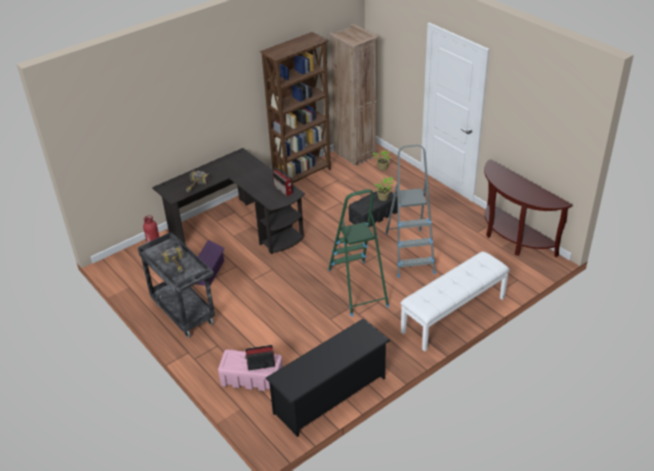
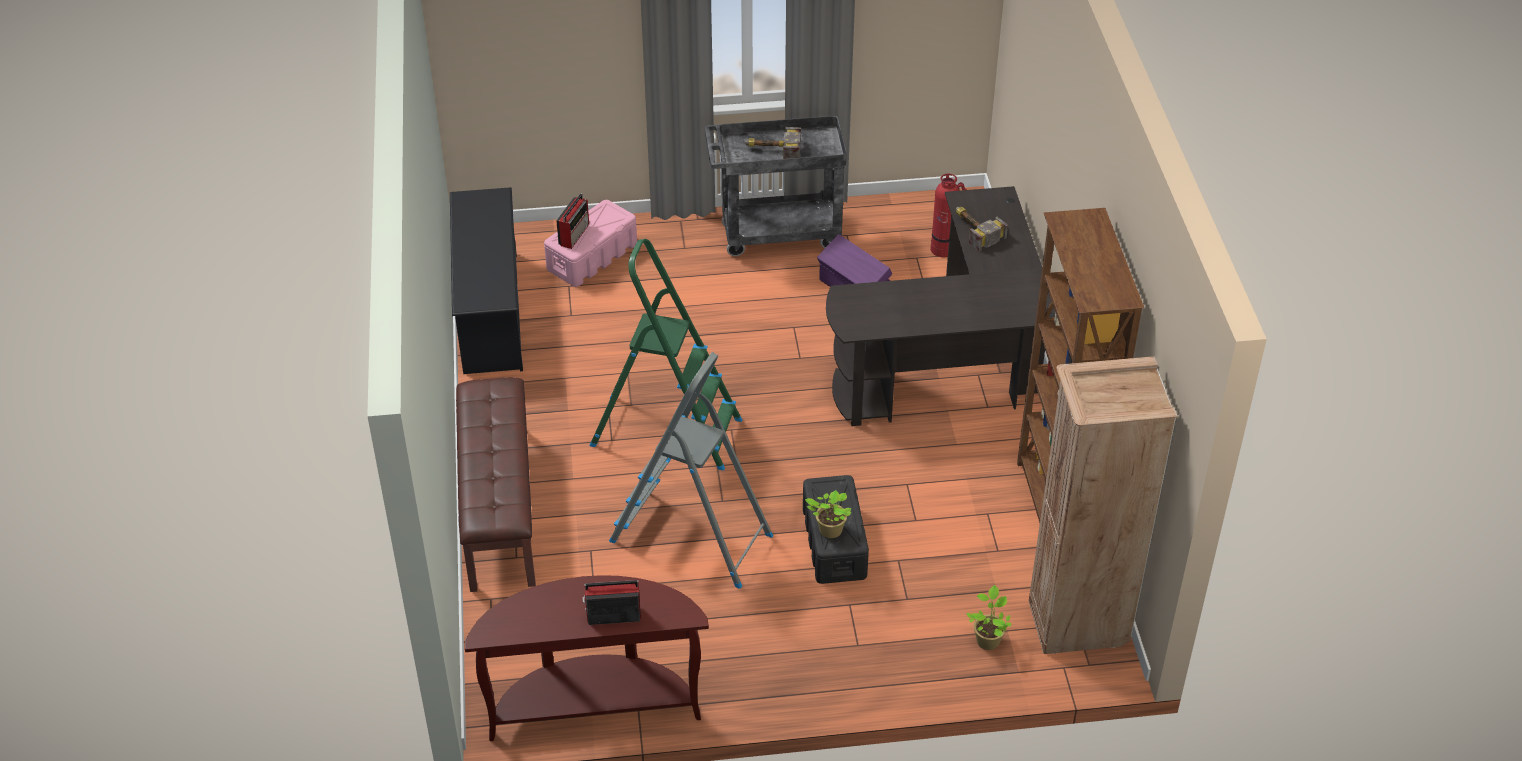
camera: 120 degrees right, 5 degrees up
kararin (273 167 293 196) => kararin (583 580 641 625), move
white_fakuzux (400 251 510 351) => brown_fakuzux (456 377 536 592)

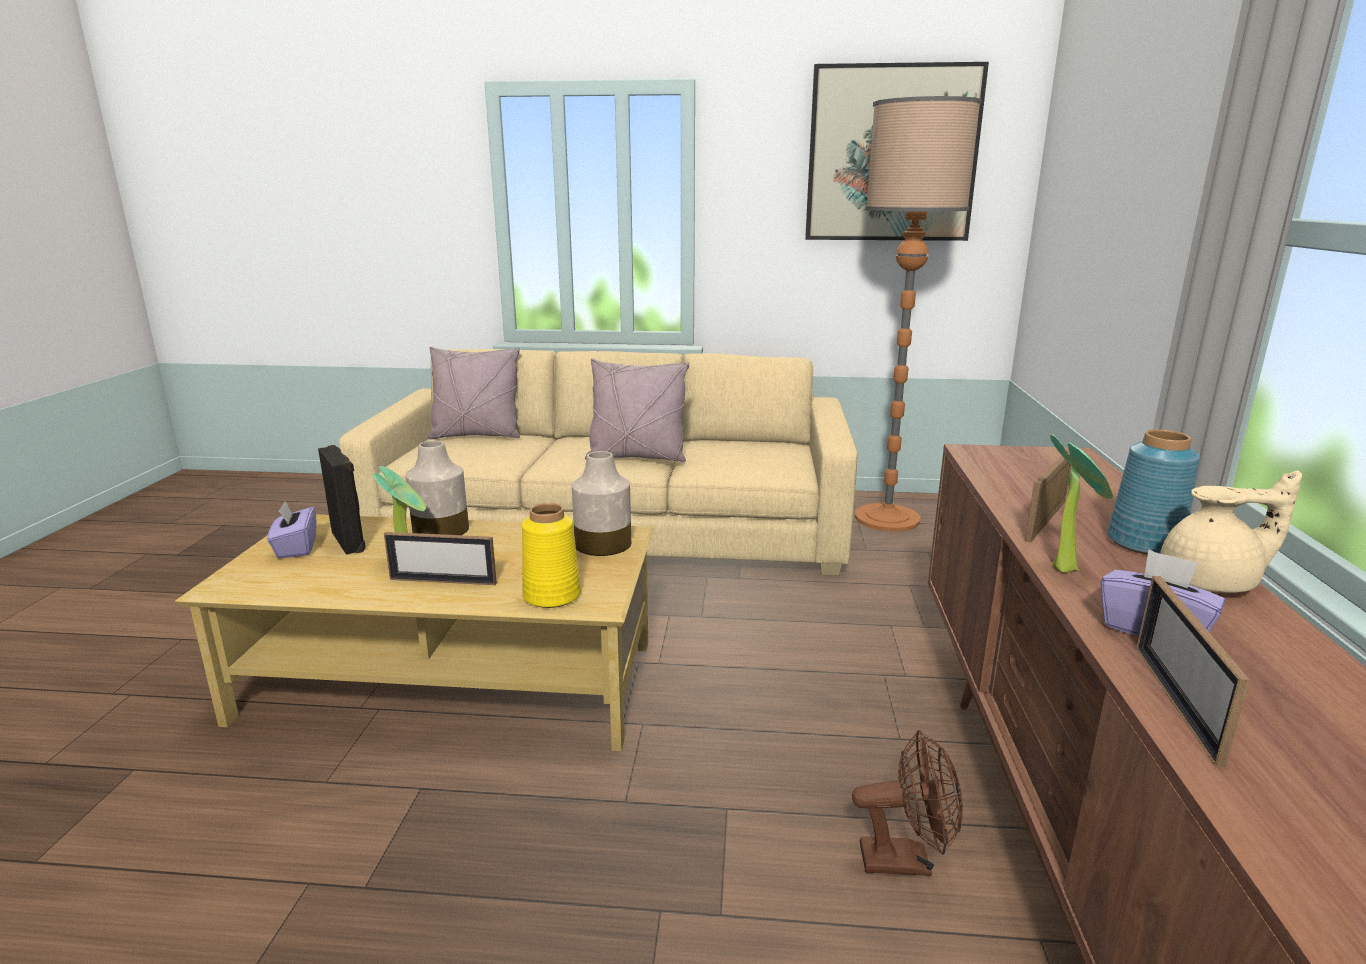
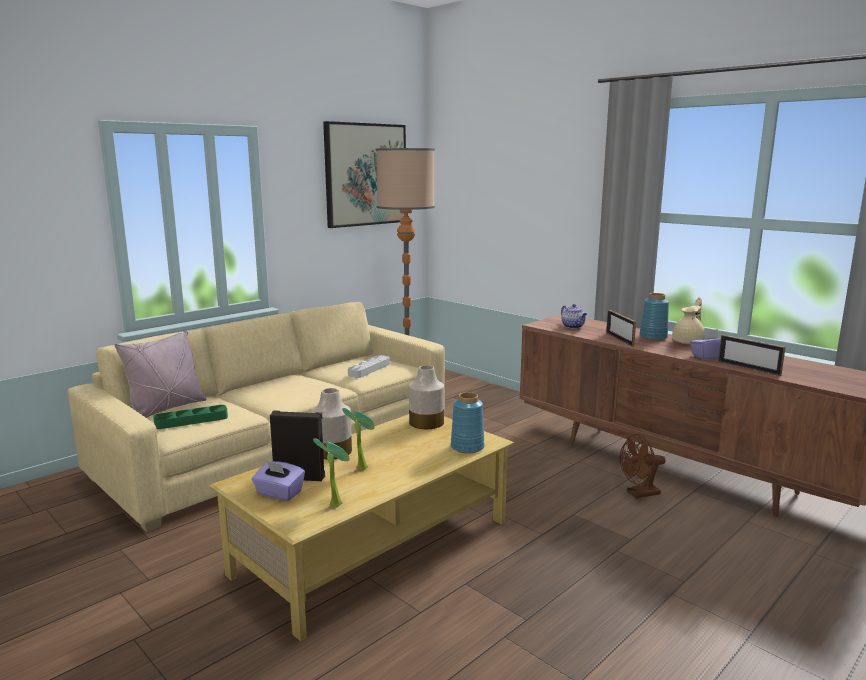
camera: 50 degrees left, 5 degrees down
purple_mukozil (585 358 689 462) => nothing
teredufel (1050 435 1113 573) => teredufel (313 438 350 507), move
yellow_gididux (522 503 581 608) => blue_gididux (451 392 484 453)
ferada (384 532 497 585) => nothing
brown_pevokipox (852 730 963 876) => brown_pevokipox (620 434 666 498), 150 degrees counterclockwise
nothing => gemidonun (561 304 587 329)
nothing => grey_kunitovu (348 355 390 378)
nothing => green_kunitovu (153 405 228 429)

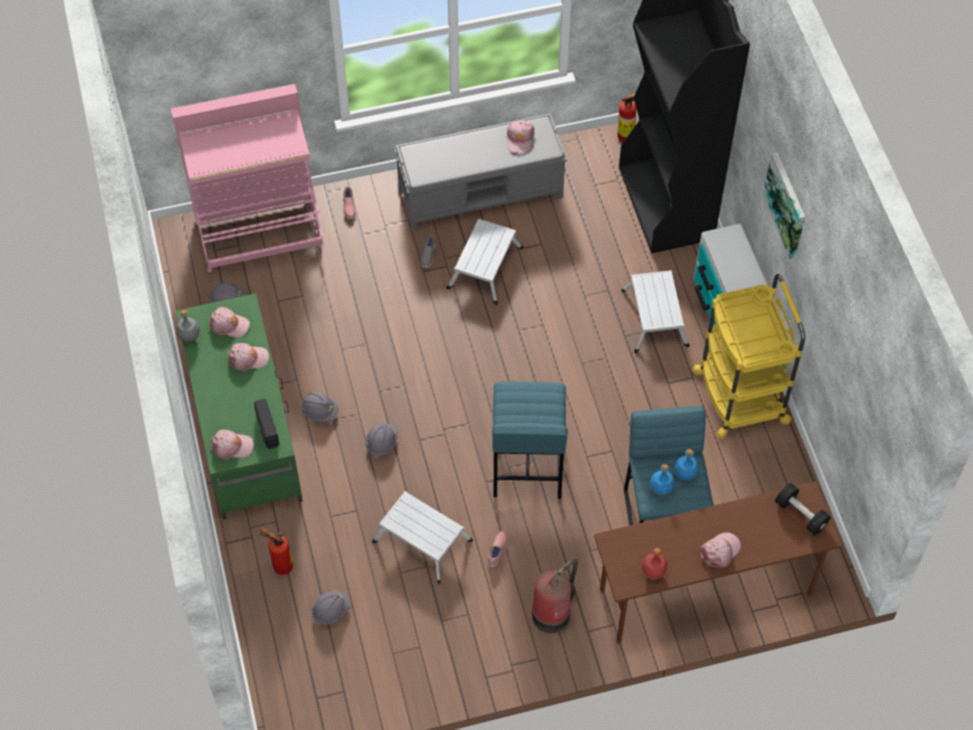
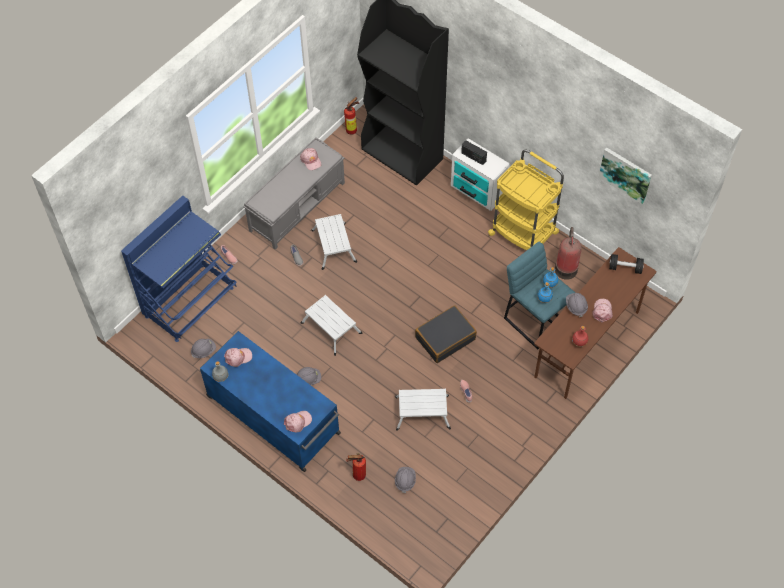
camera: 35 degrees left, 0 degrees up
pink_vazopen (171 84 324 272) => blue_vazopen (121 196 236 342)
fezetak (763 152 805 259) => fezetak (599 148 652 204), move
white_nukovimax (621 270 690 353) => white_nukovimax (300 295 362 356), move
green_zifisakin (176 293 302 520) => blue_zifisakin (200 331 341 472)
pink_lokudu (228 343 269 372) => nothing
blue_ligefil (492 382 568 499) => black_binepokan (415 305 477 363)
kararin (254 399 279 449) => kararin (461 141 487 165), move
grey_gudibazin (366 423 398 459) => grey_gudibazin (566 293 588 317), move
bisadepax (532 559 578 633) => bisadepax (555 227 582 280), move

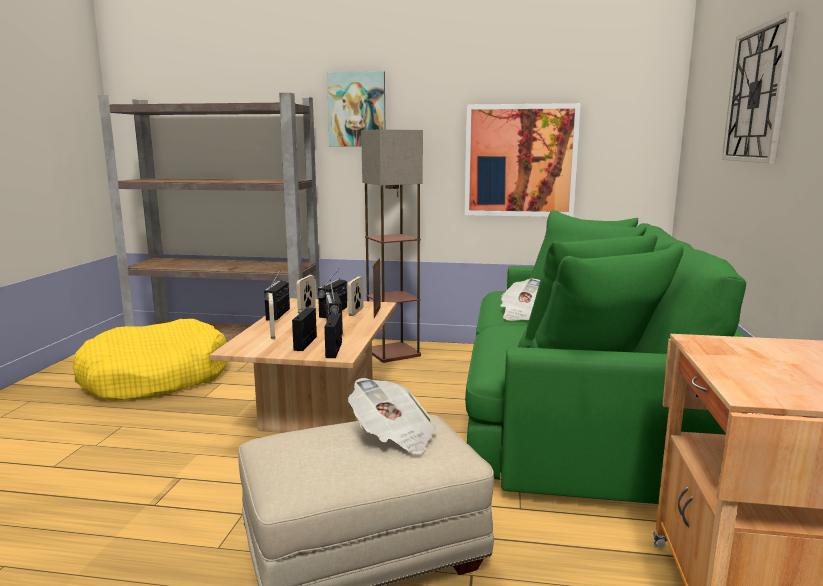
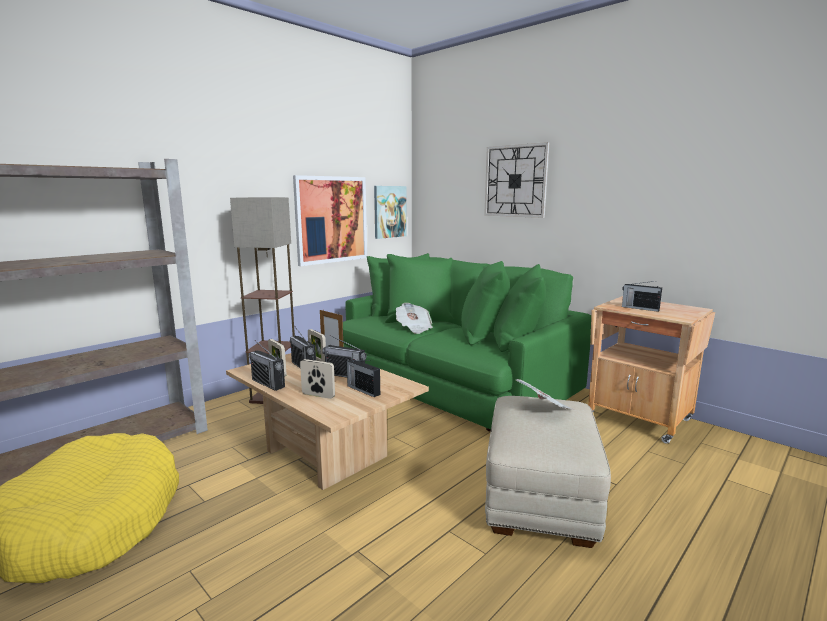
camera: 55 degrees left, 0 degrees up
fezetak (327 71 385 146) => fezetak (374 186 407 239), move
kararin (324 313 342 358) => kararin (622 281 662 312), move

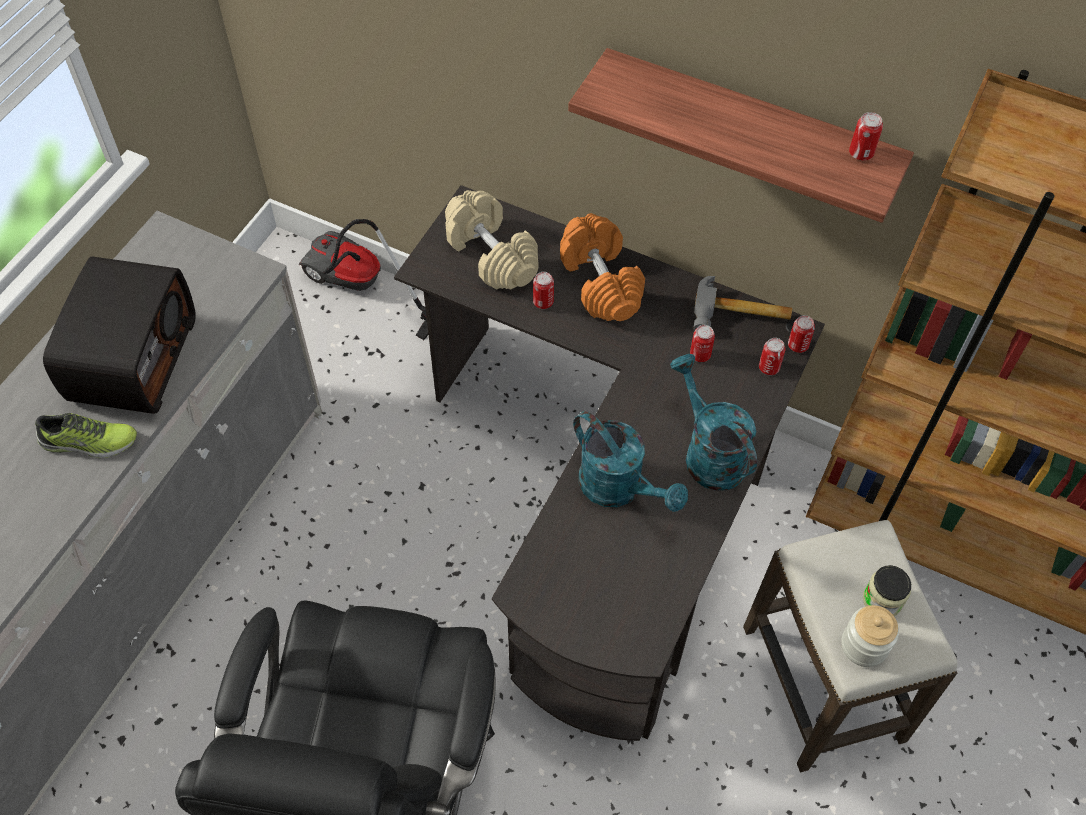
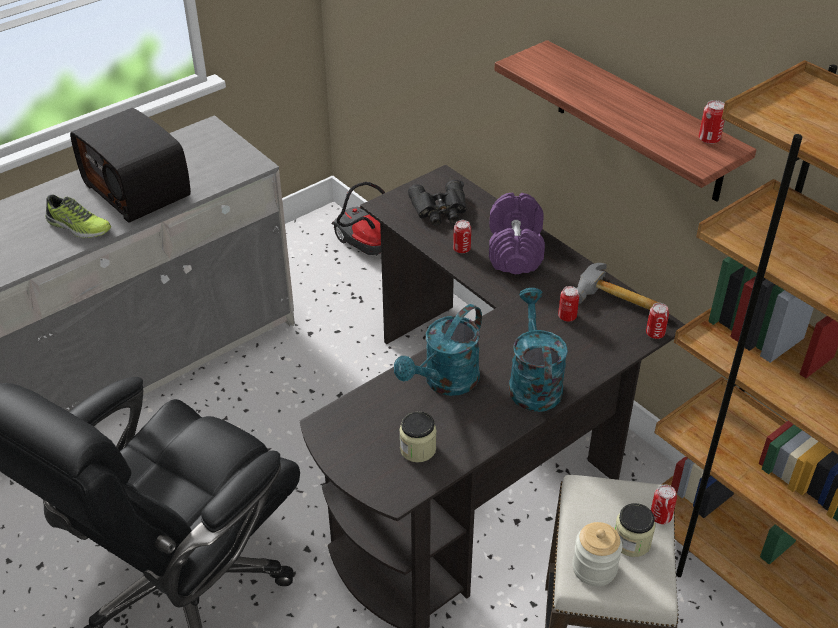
camera: 25 degrees right, 15 degrees down
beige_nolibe (445 190 539 290) => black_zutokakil (408 180 467 226)
orange_nolibe (560 213 645 321) => purple_nolibe (489 193 545 274)
kararin (43 257 196 414) => kararin (70 108 191 222), 105 degrees clockwise
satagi (759 338 785 375) => satagi (651 484 677 524), move
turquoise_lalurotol (573 411 688 512) => turquoise_lalurotol (394 304 482 396), 60 degrees clockwise
nothing => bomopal (399 411 436 462)

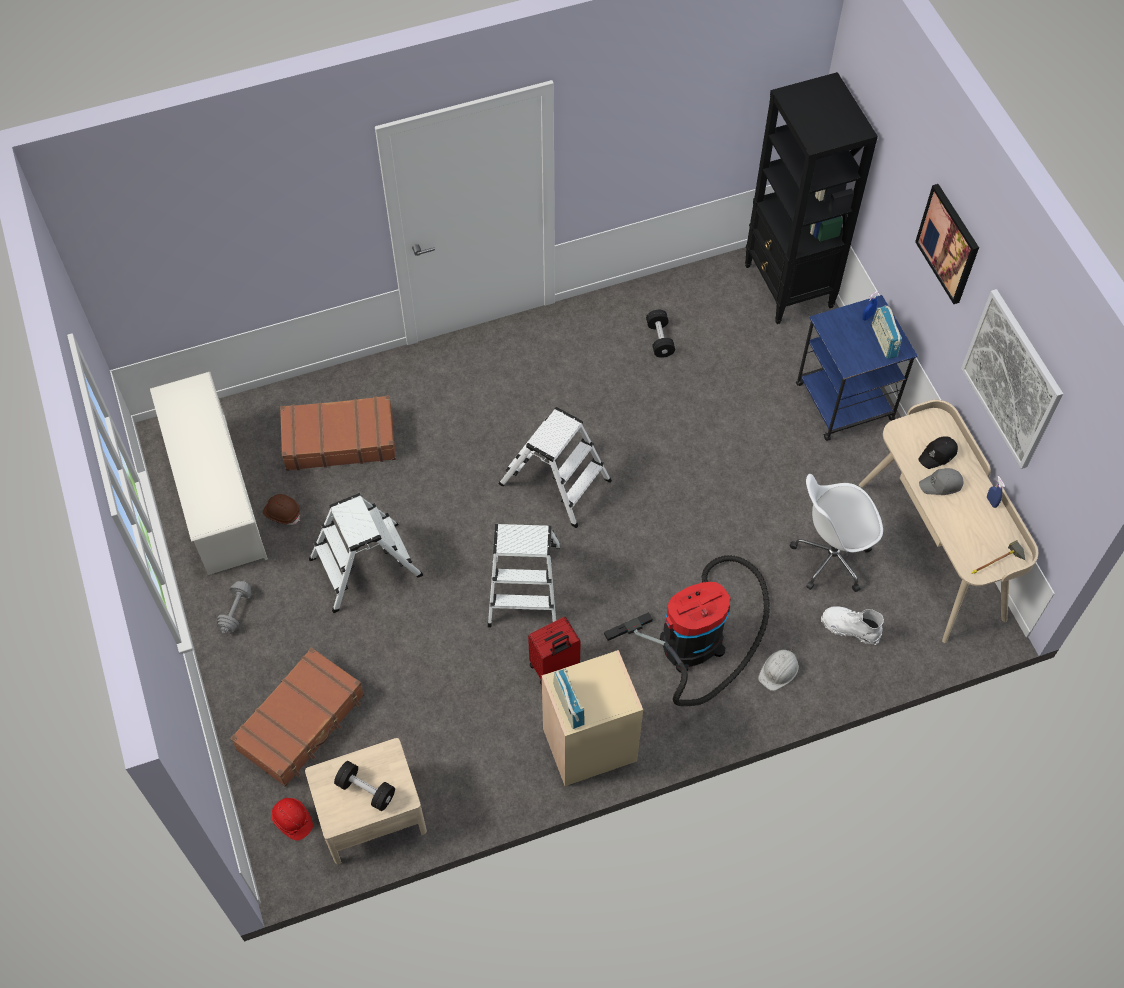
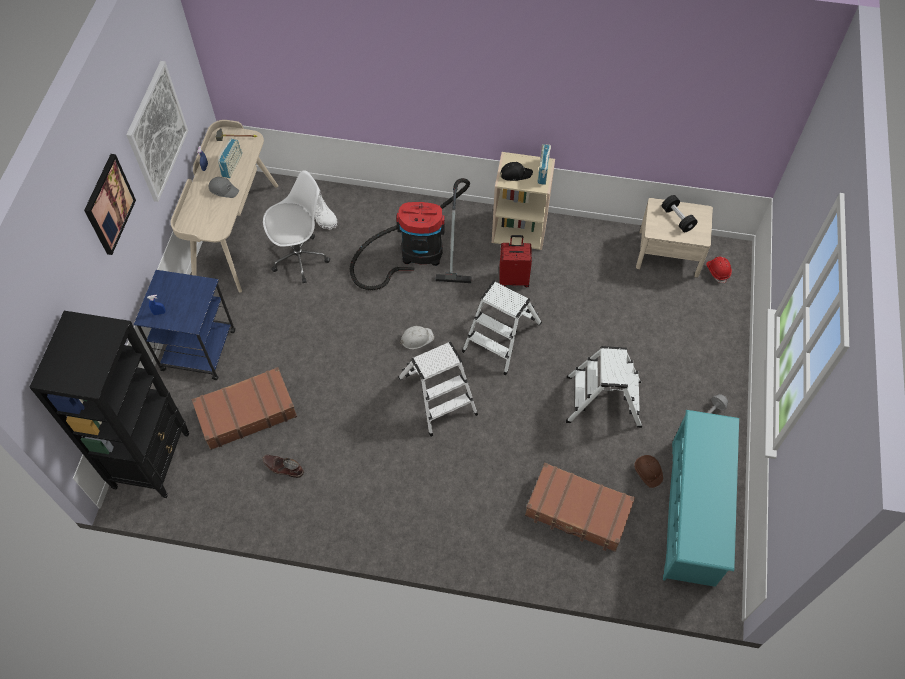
camera: 150 degrees left, 0 degrees up
kararin (872 306 902 359) => kararin (218 138 242 178), move
black_nolibe (646 310 675 358) => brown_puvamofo (262 455 304 478)
white_vazopen (150 372 268 575) => turquoise_vazopen (663 410 739 587)
black_lokudu (918 436 958 469) => black_lokudu (501 162 533 181), move
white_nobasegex (790 474 883 592) => white_nobasegex (263 170 330 283), 45 degrees counterclockwise
brown_binepokan (230 647 364 787) => brown_binepokan (192 367 297 450), move
white_gudibazin (758 649 799 691) => white_gudibazin (400 326 434 349), move

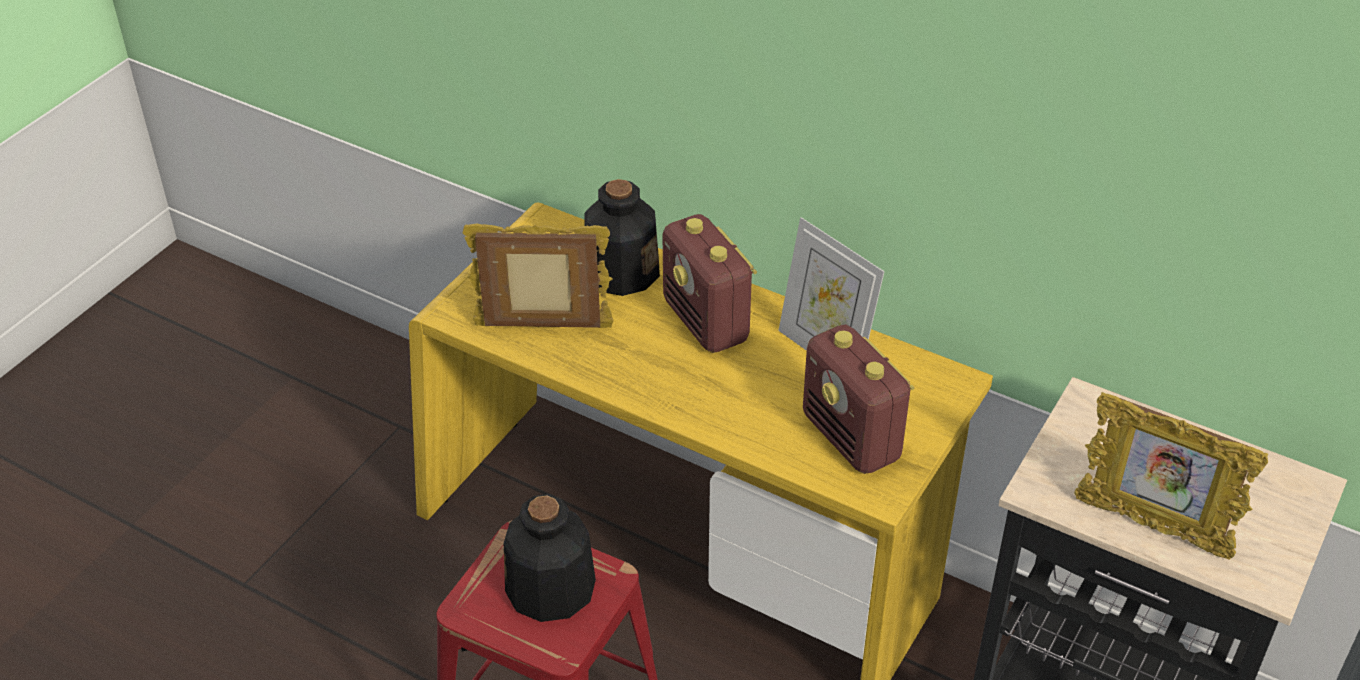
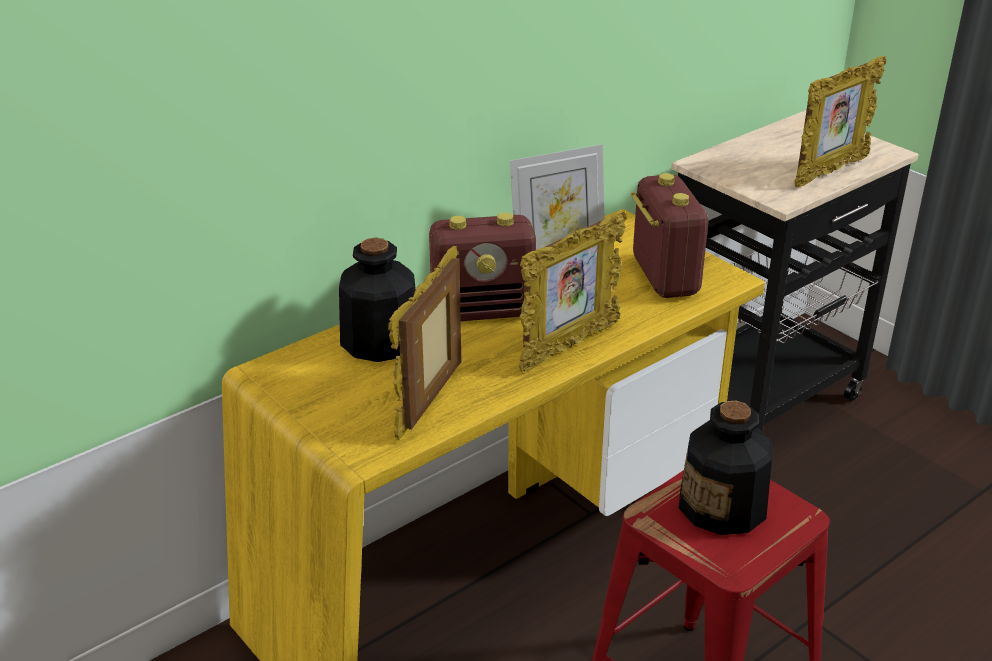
camera: 70 degrees left, 10 degrees down
kararin (803 325 915 474) => kararin (631 173 708 298), 90 degrees counterclockwise
nothing => ferada (519 210 627 373)

